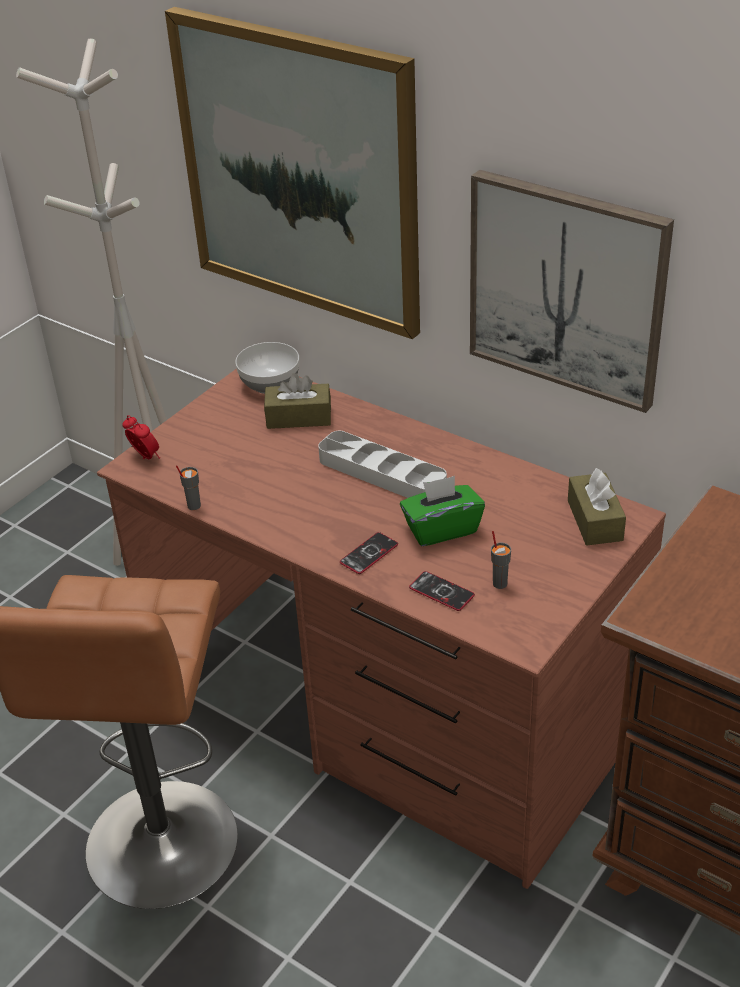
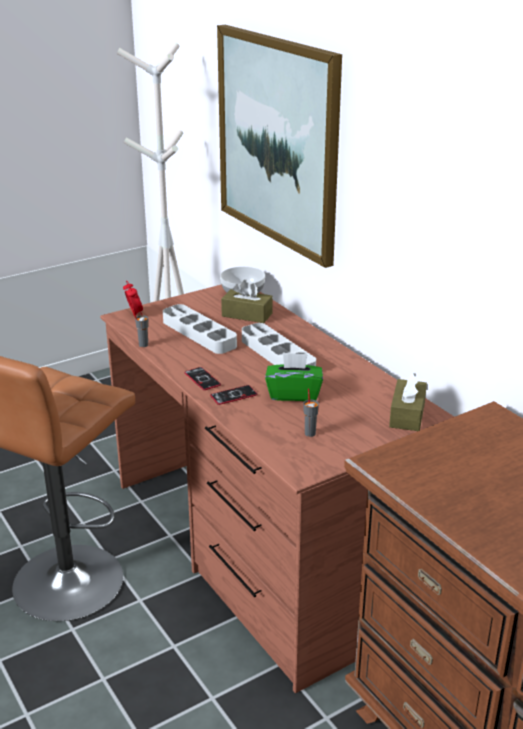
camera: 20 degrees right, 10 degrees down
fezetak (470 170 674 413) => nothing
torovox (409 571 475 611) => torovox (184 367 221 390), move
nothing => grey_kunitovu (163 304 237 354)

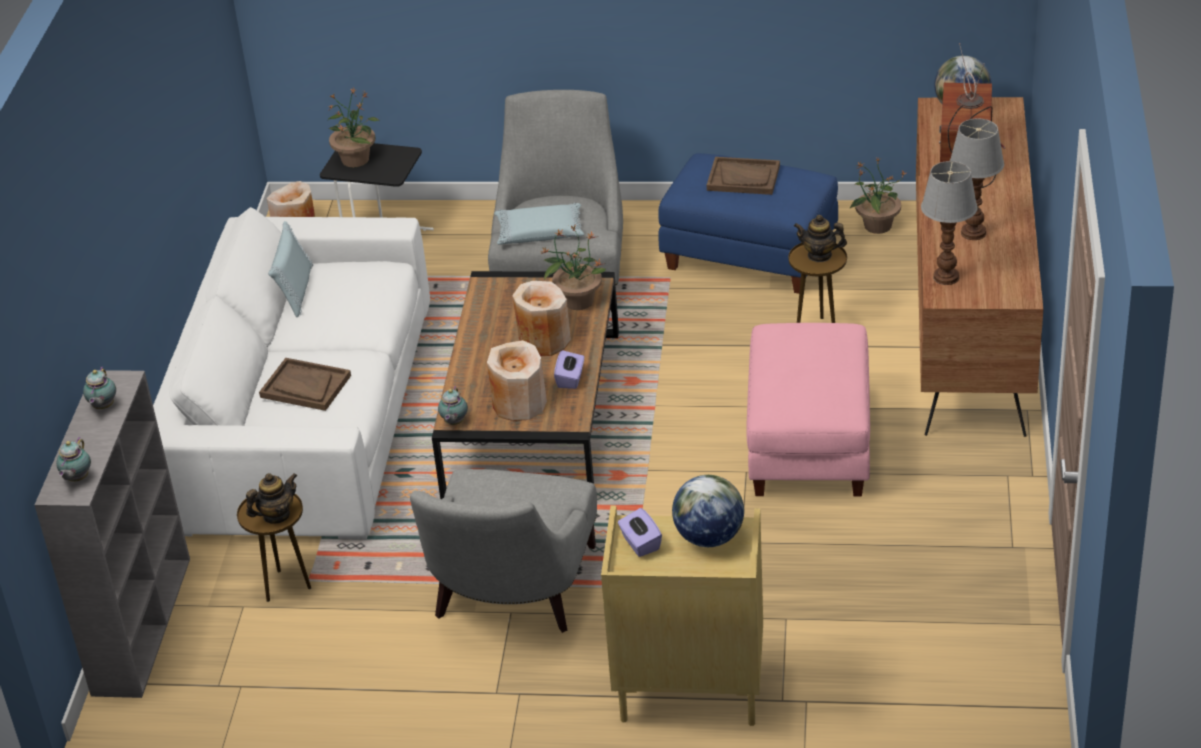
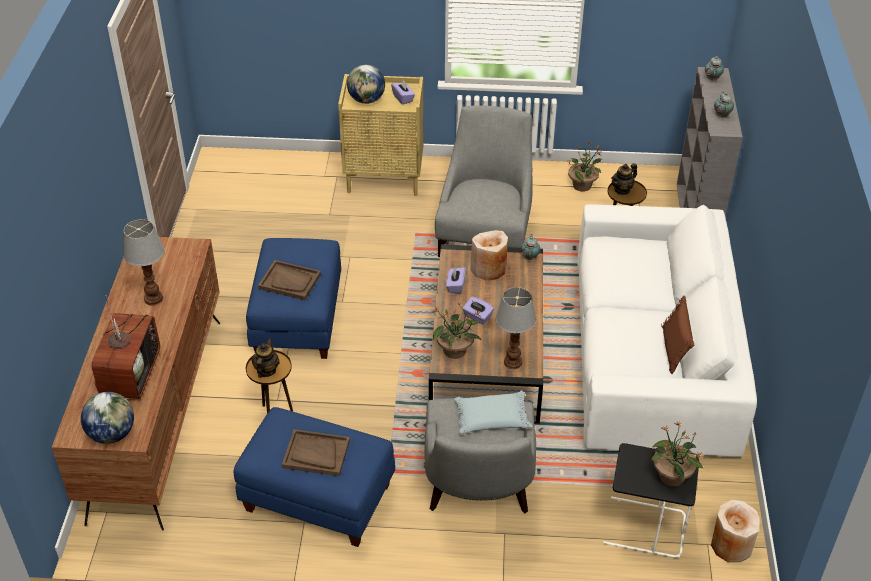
camera: 175 degrees right, 5 degrees up
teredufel (849 156 906 234) => teredufel (568 141 602 192), move
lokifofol (921 161 978 285) => lokifofol (495 287 536 369), move
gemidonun (794 215 847 262) => gemidonun (251 338 280 378), 90 degrees counterclockwise
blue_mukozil (268 221 314 318) => brown_mukozil (661 296 694 374)
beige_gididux (512 281 571 356) => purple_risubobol (463 297 494 324)
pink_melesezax (746 323 870 497) => blue_melesezax (246 238 341 359)
brown_kunitovu (259 358 351 411) => brown_kunitovu (258 260 321 300), move

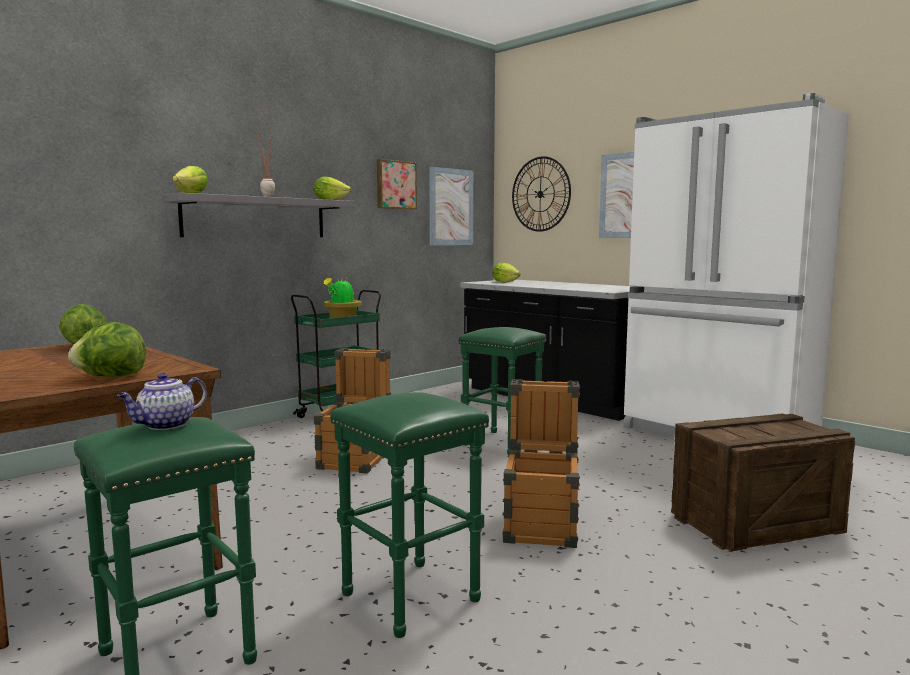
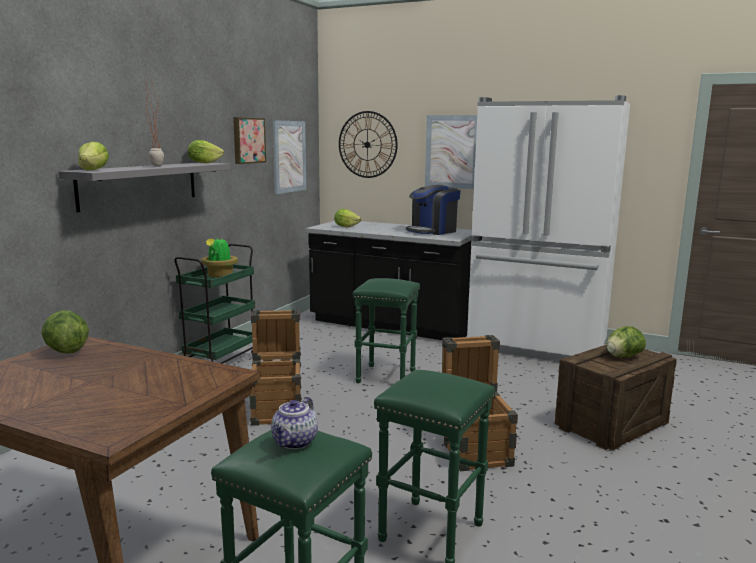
camera: 20 degrees left, 5 degrees up
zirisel (68 322 146 377) => zirisel (607 326 646 358), move
nothing => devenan (406 185 461 235)

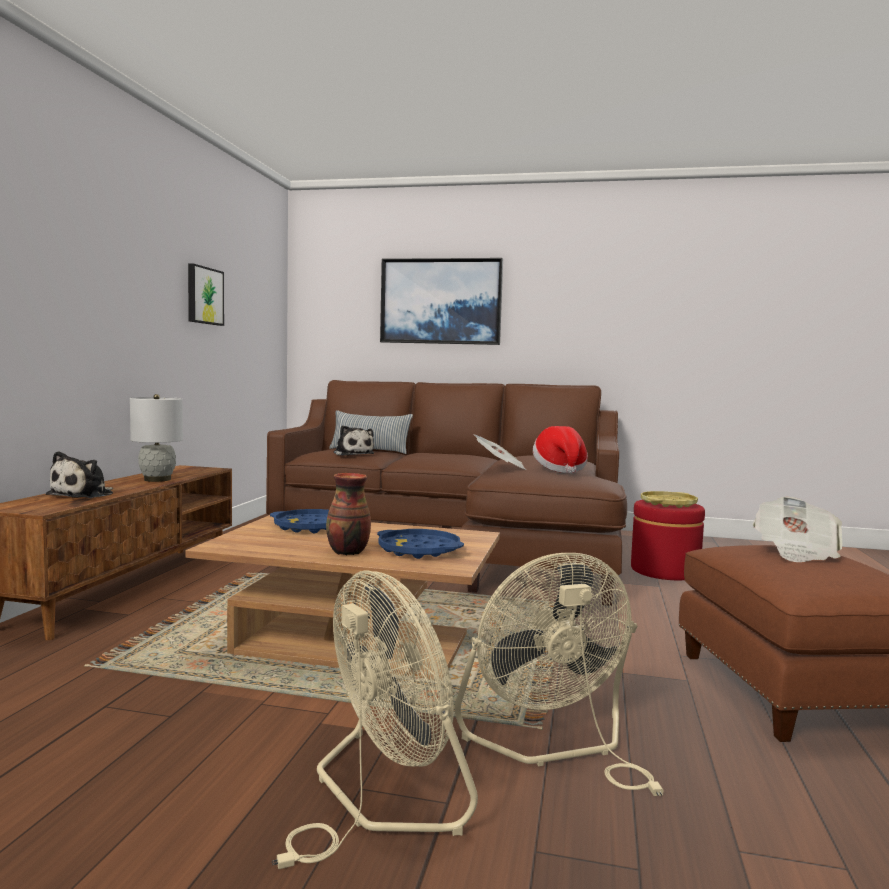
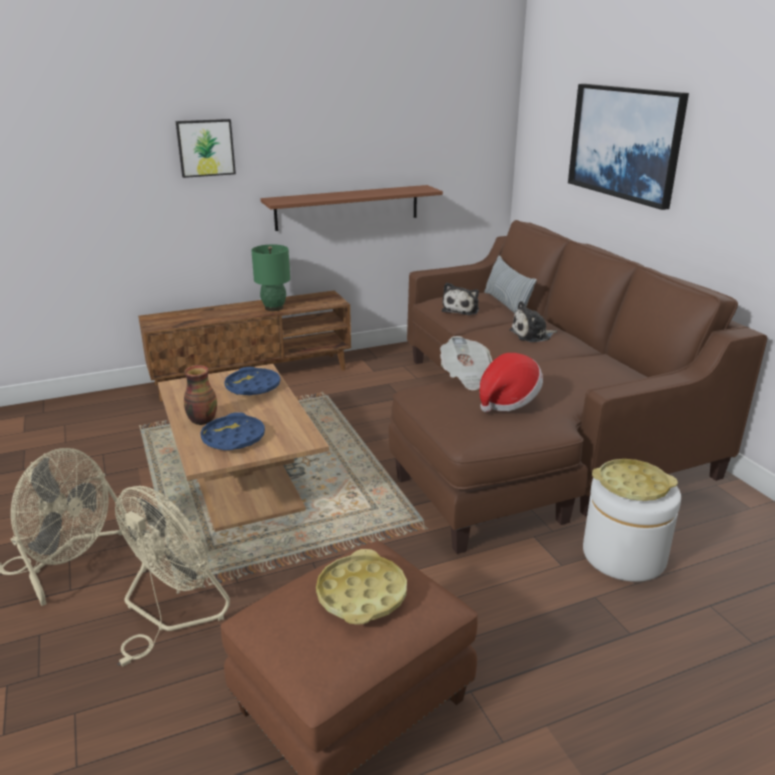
camera: 55 degrees right, 20 degrees up
fezetak (188 264 224 326) => fezetak (176 119 236 178), move
white_lokifofol (130 394 183 482) => green_lokifofol (251 245 290 311)
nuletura (46 451 113 498) => nuletura (509 301 557 342), move
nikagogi (753 496 843 562) => yellow_kunitovu (316 549 407 625)
red_melesezax (631 500 705 580) => white_melesezax (583 478 681 582)
nothing => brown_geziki (261 185 443 231)

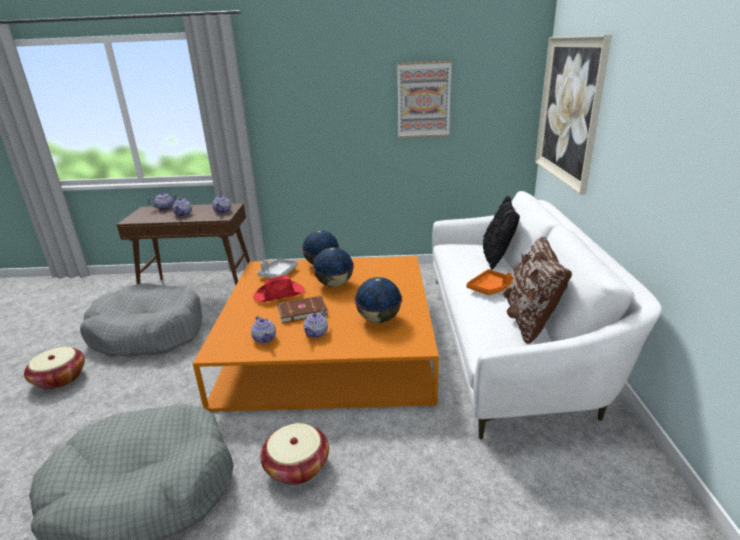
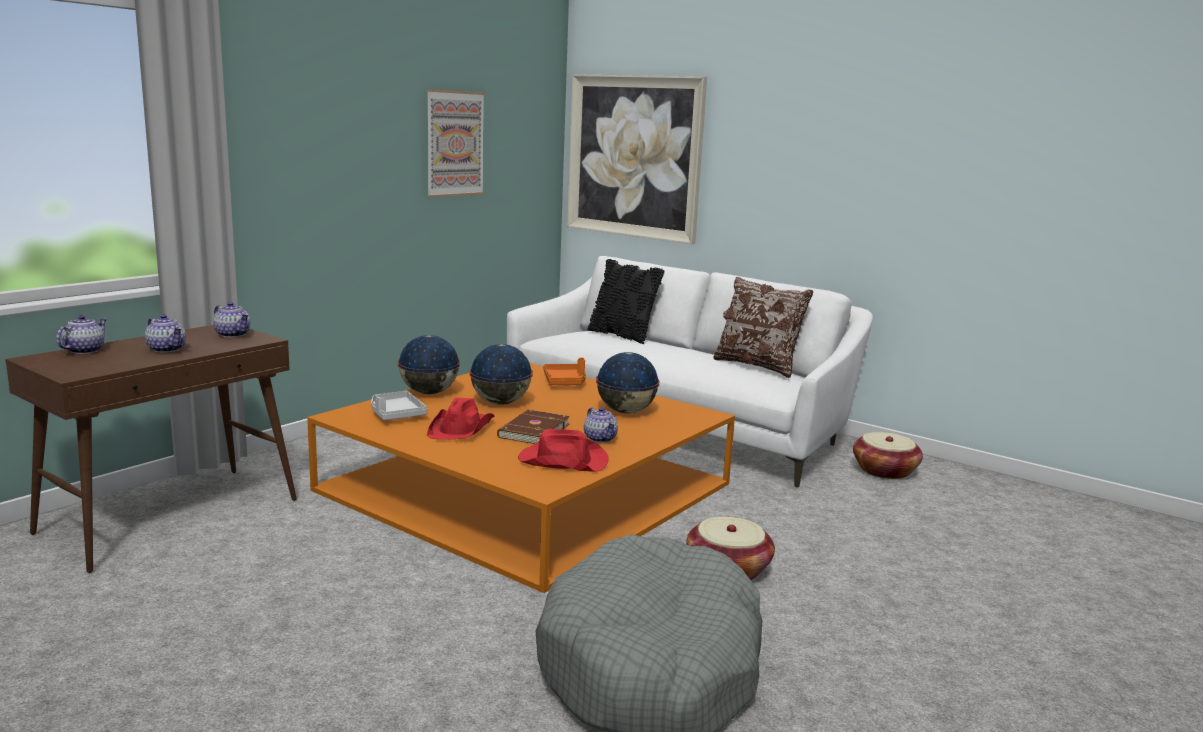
camera: 55 degrees left, 10 degrees down
orange_kunitovu (466 269 514 295) => orange_kunitovu (543 358 586 385), move
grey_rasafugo (80 283 202 357) => nothing
gemidonun (251 316 276 343) => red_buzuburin (518 429 608 472)
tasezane (24 347 85 390) => tasezane (853 432 923 479), move

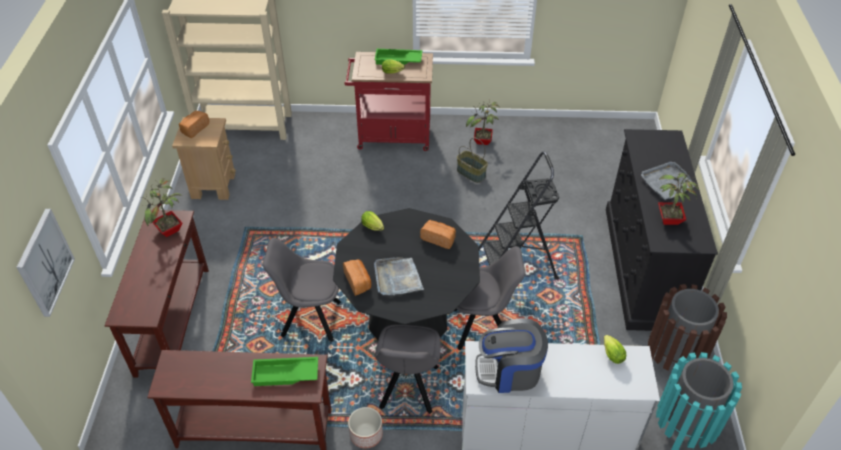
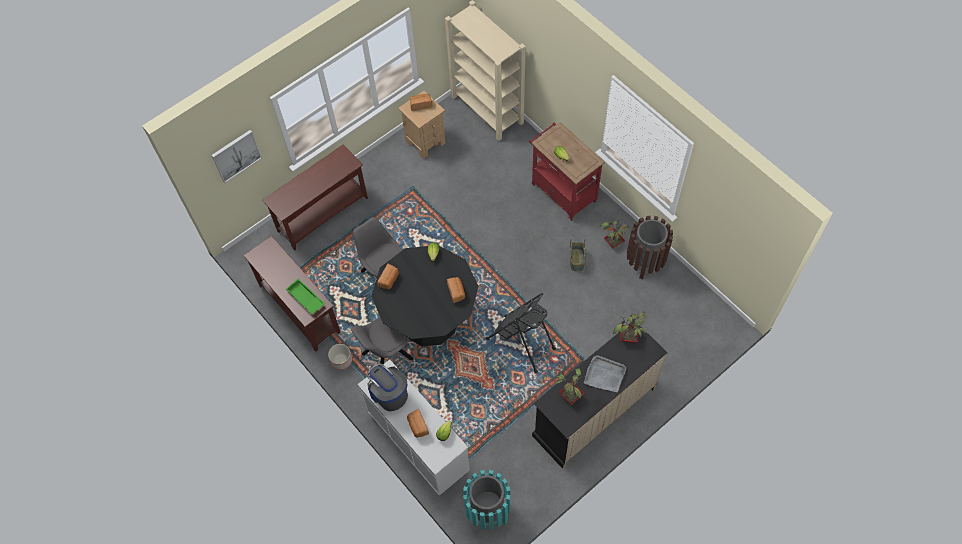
camera: 50 degrees right, 15 degrees up
green_kunitovu (375 49 422 65) => nothing
teredufel (140 178 183 237) => teredufel (613 312 647 343), move
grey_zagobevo (455 246 526 350) => nothing
grey_kunitovu (374 257 424 295) => nothing
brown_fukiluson (648 284 727 370) => brown_fukiluson (627 216 673 279), move
nothing => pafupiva (407 409 429 438)

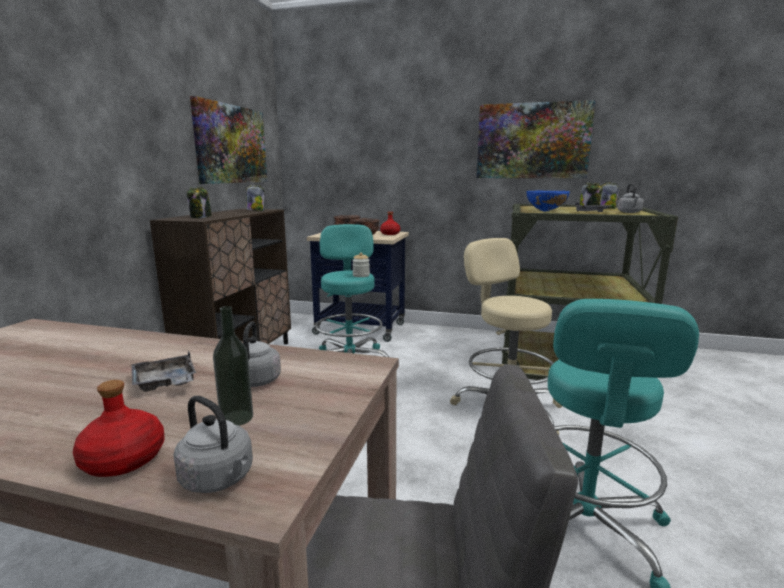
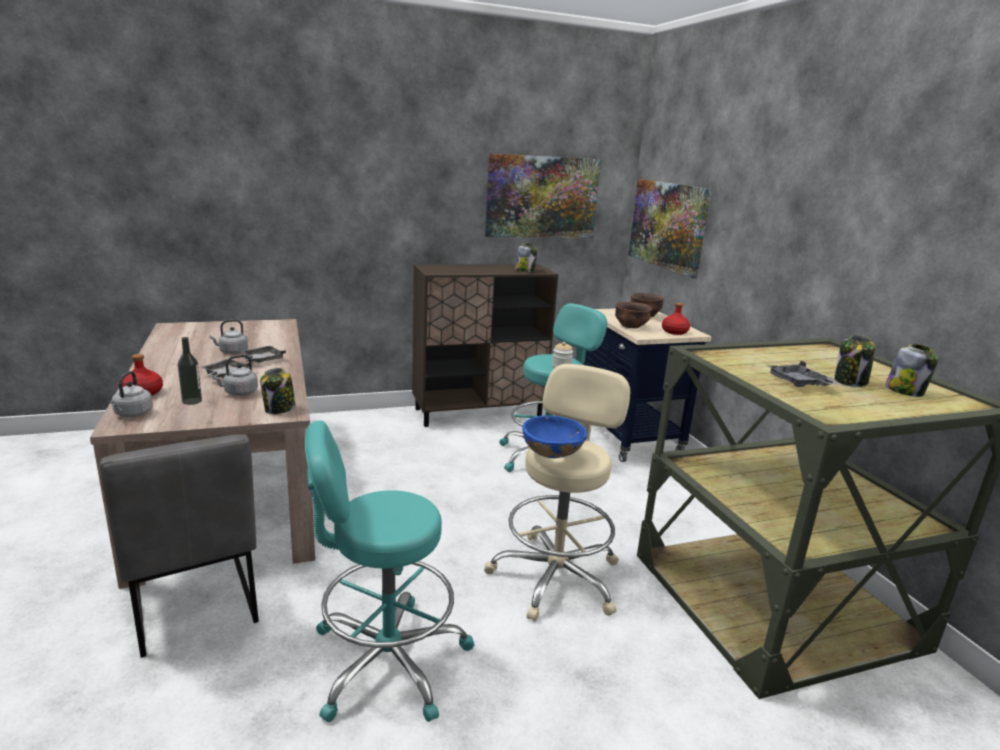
camera: 55 degrees right, 5 degrees up
fezetak (477 100 596 178) => fezetak (628 179 712 278), move
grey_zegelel (617 183 644 213) => grey_zegelel (209 319 248 354), move
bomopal (187 187 212 218) => bomopal (260 368 296 414), move
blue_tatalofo (526 190 570 211) => blue_tatalofo (522 416 587 458), move
nothing => grey_kunitovu (241 346 286 363)

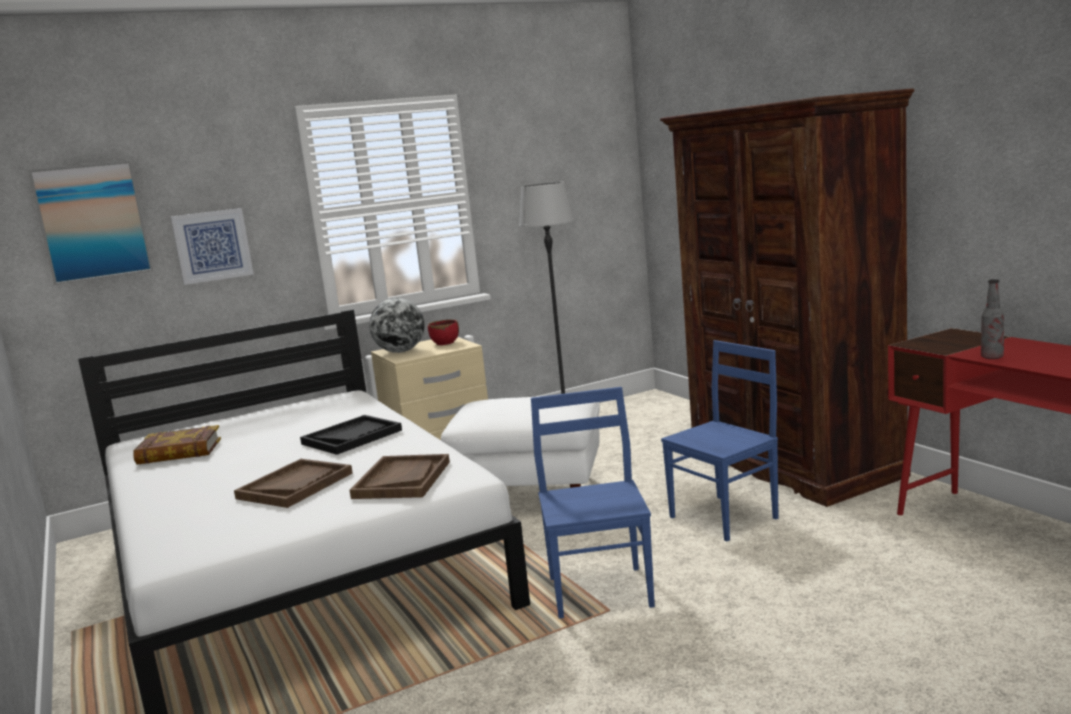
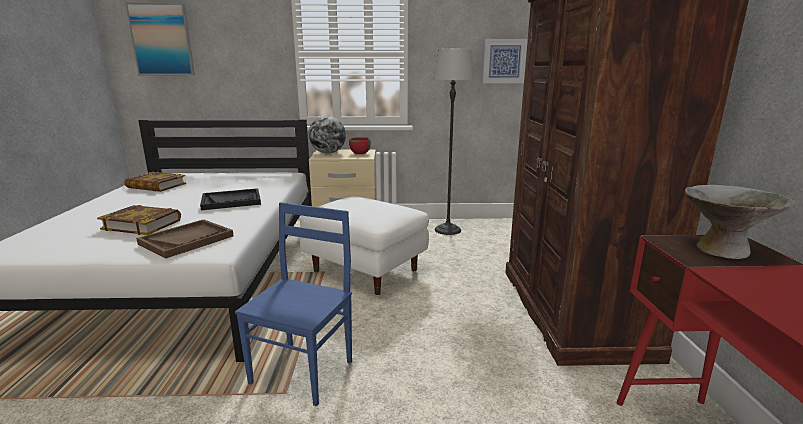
camera: 25 degrees right, 5 degrees up
fezetak (171 208 253 285) => fezetak (482 39 528 83), move
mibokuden (981 279 1004 359) => nothing
blue_zagobevo (661 340 778 541) => nothing
brown_kunitovu (234 459 353 508) => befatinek (97 205 181 235)
nothing => grey_tatalofo (685 185 796 259)

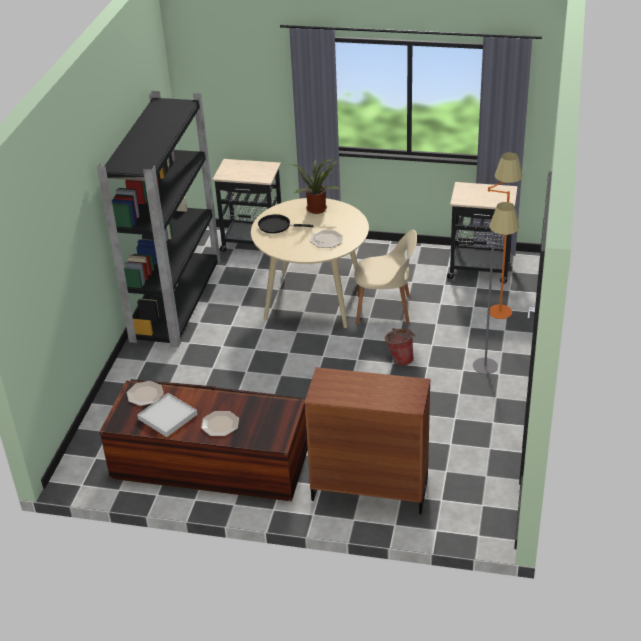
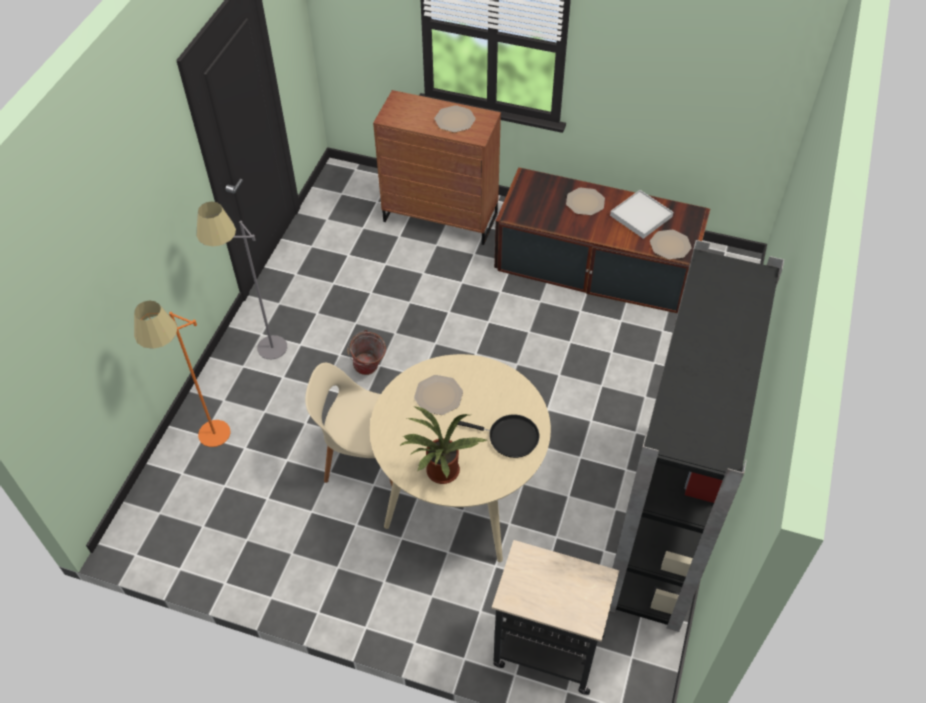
camera: 175 degrees left, 15 degrees up
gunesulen (447 182 518 284) => nothing
nothing => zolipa (434 105 476 133)

